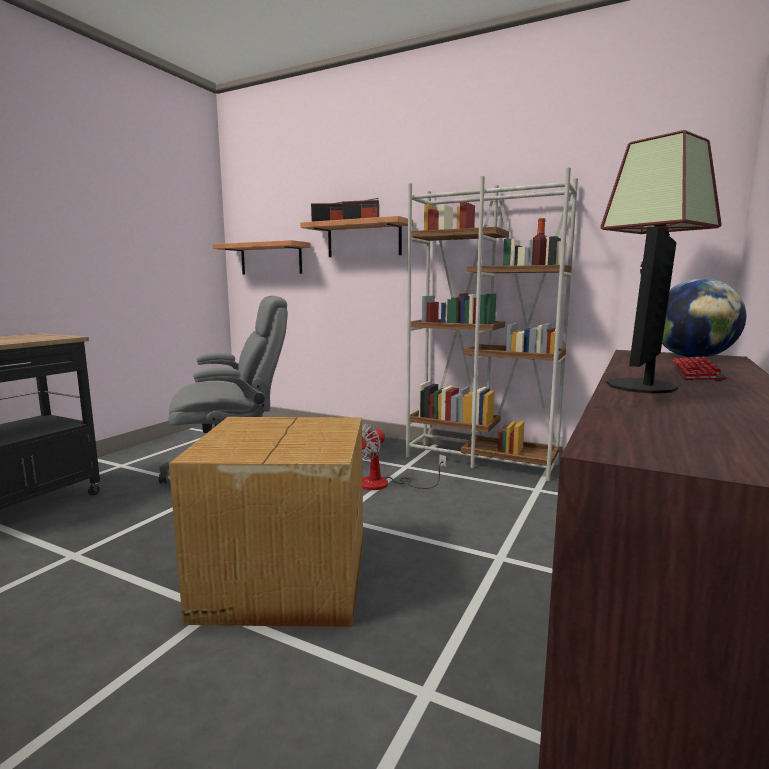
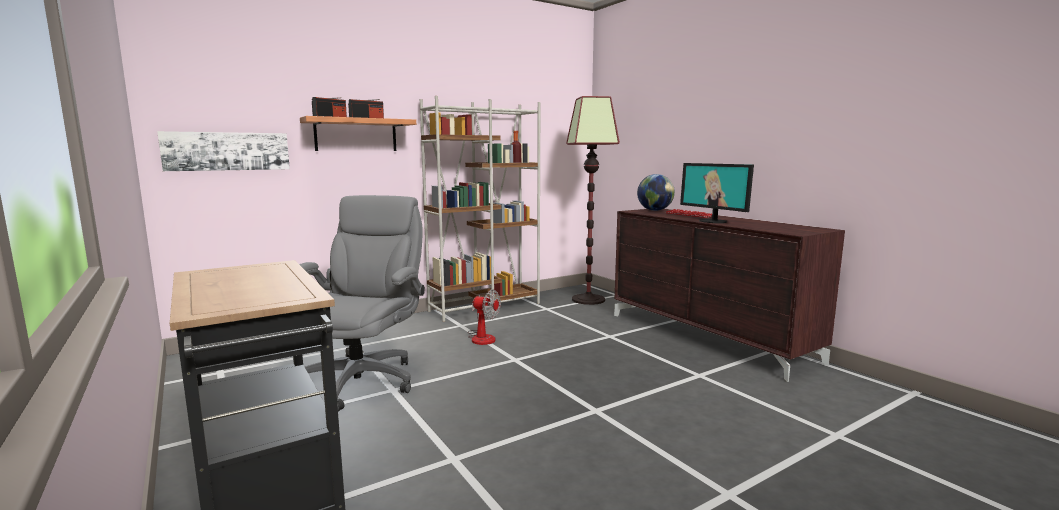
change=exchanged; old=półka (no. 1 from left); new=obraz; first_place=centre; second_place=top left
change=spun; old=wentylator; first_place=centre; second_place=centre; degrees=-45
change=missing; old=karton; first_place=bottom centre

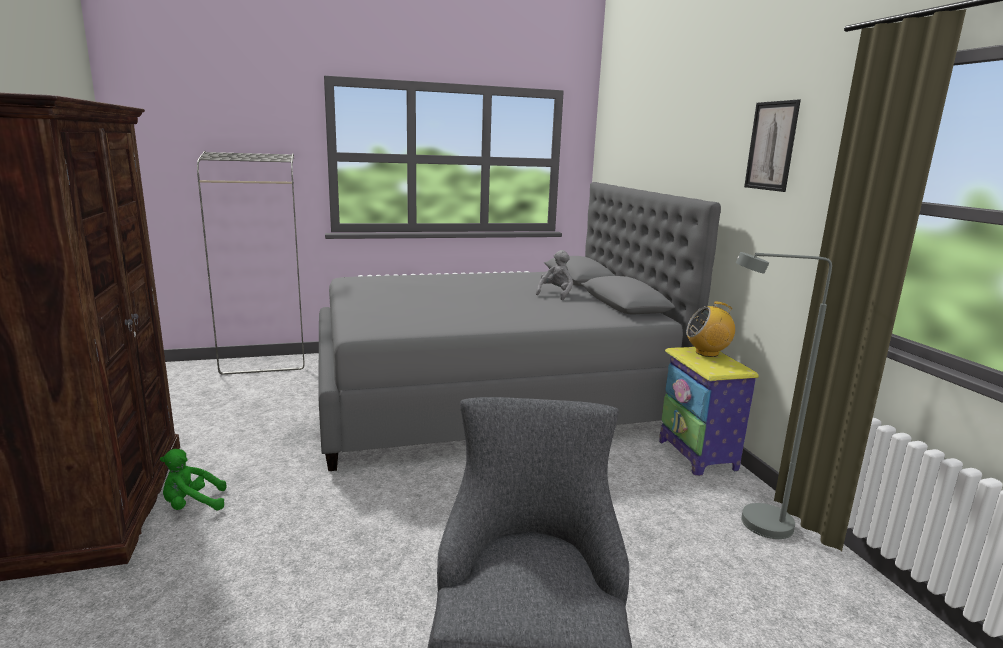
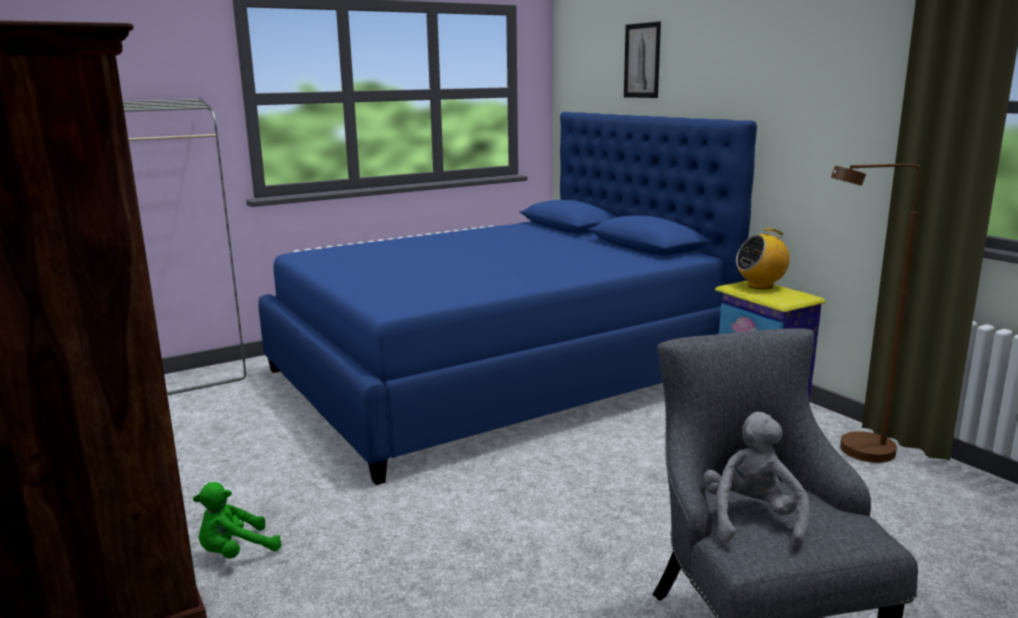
change=colour; old=łóżko [szary]; new=łóżko [niebieski]; first_place=centre; second_place=centre
change=relocated; old=obraz; first_place=top right; second_place=top centre
change=relocated; old=pluszak [szary]; first_place=centre; second_place=bottom right
change=colour; old=lampa stojąca [szary]; new=lampa stojąca [brązowy]; first_place=middle right; second_place=middle right

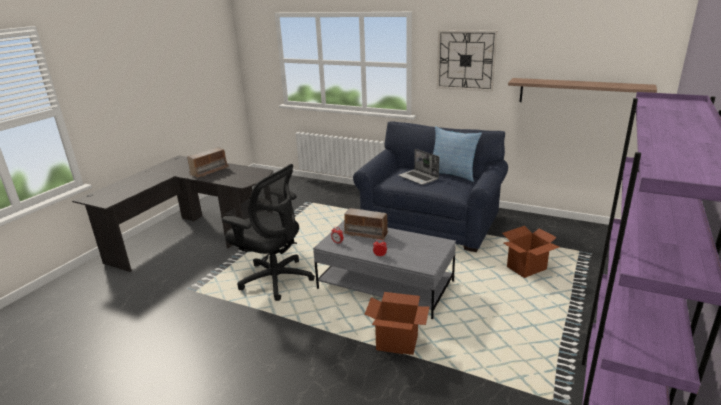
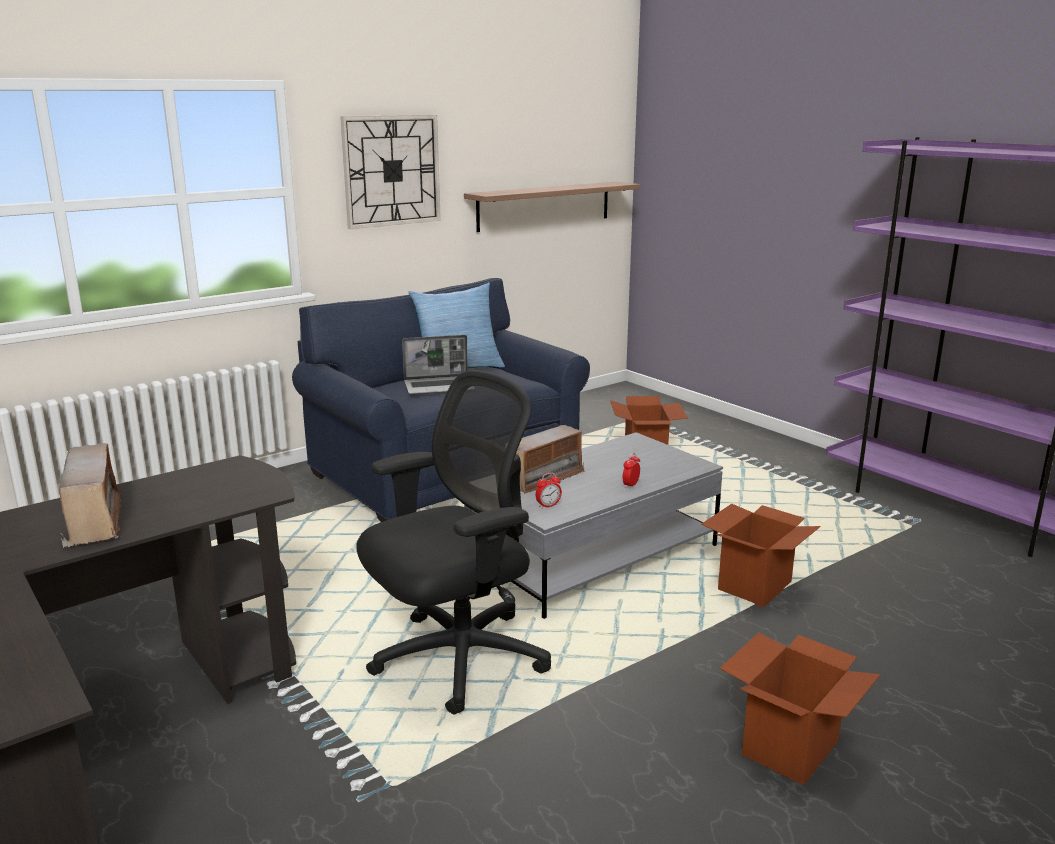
change=appeared; new=karton (no. 3 from left); second_place=bottom right

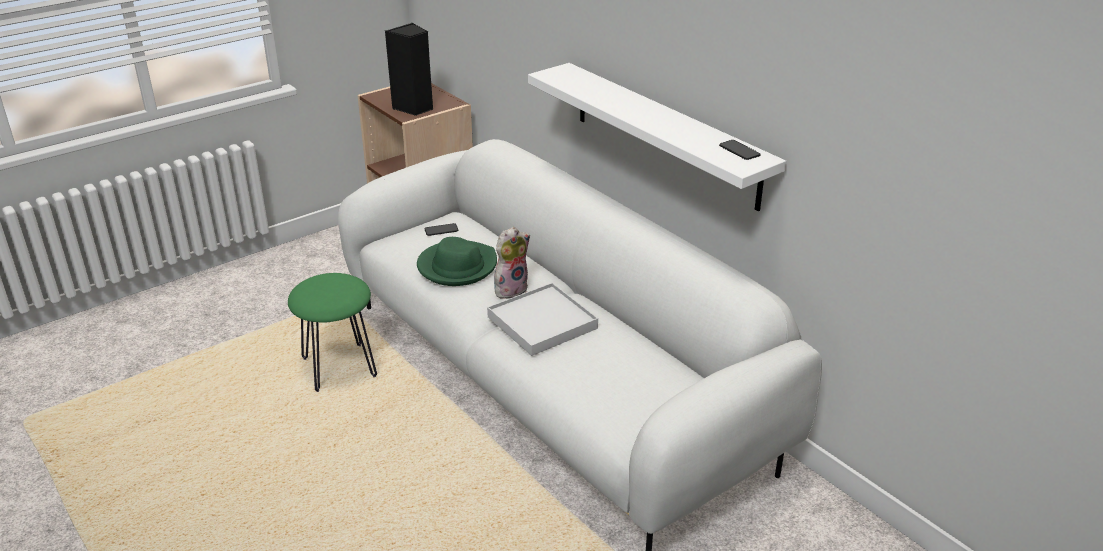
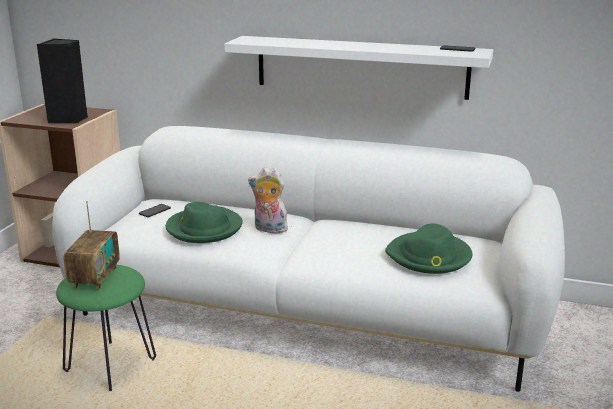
change=appeared; new=radio; second_place=middle left
change=spun; old=pluszak; first_place=centre; second_place=centre; degrees=-90
change=appeared; new=kapelusz [zielony] (no. 2 from left); second_place=middle right
change=missing; old=taca [biały]; first_place=centre

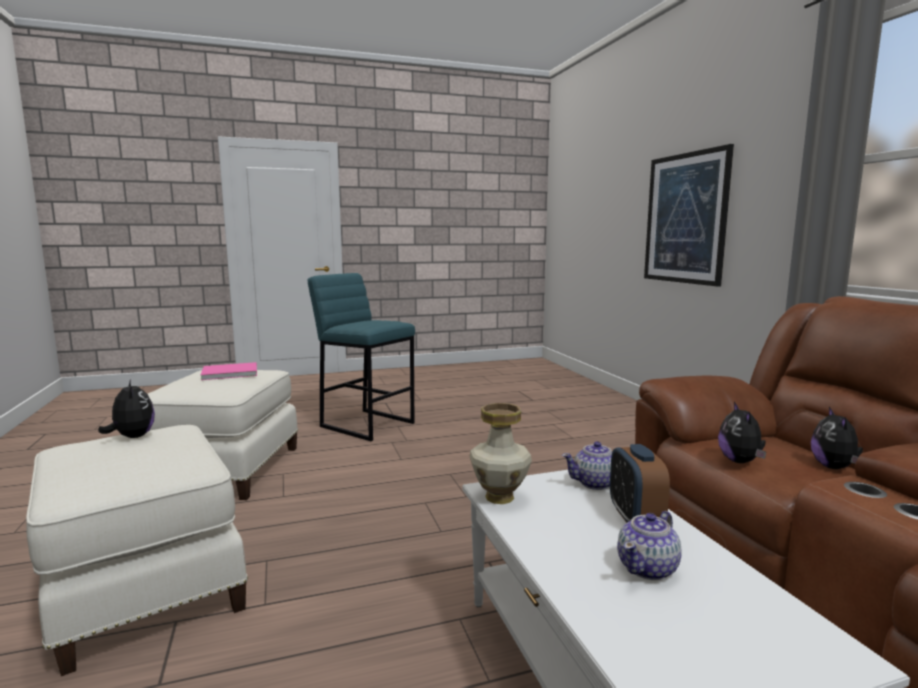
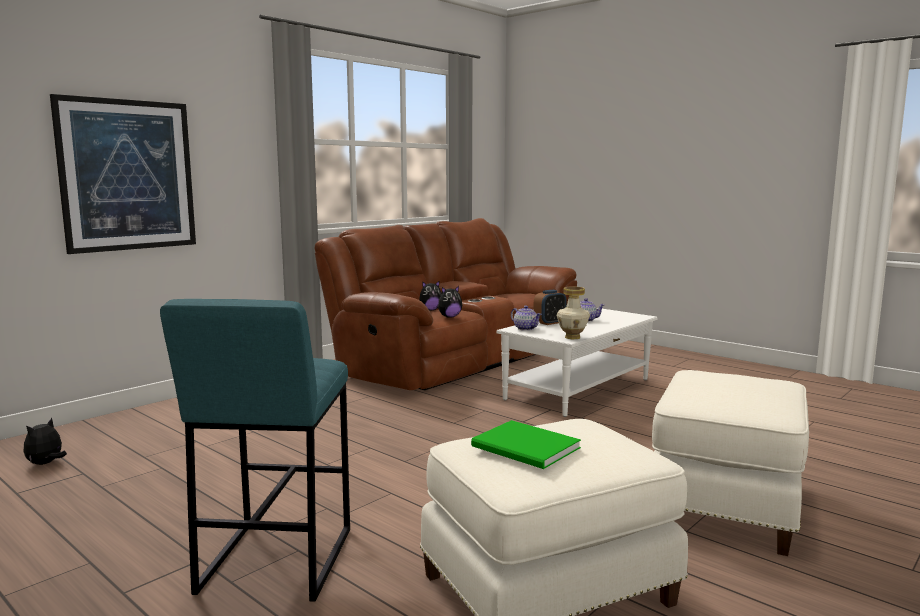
change=relocated; old=pluszak (no. 1 from left); first_place=middle left; second_place=bottom left
change=colour; old=książka [różowy]; new=książka [zielony]; first_place=middle left; second_place=bottom centre

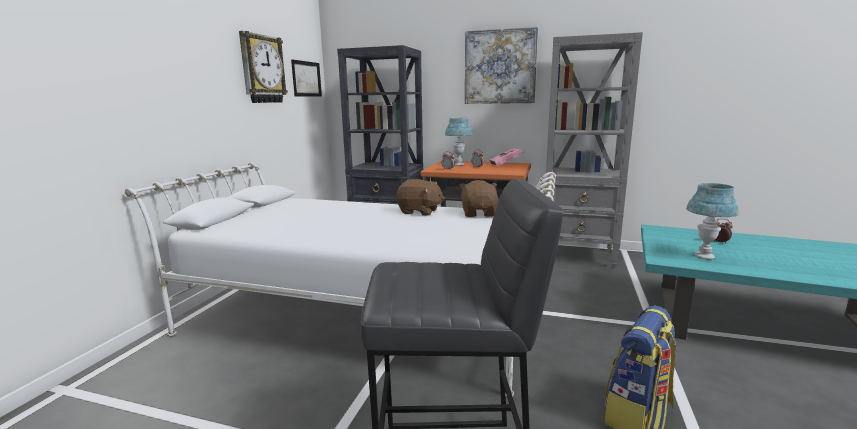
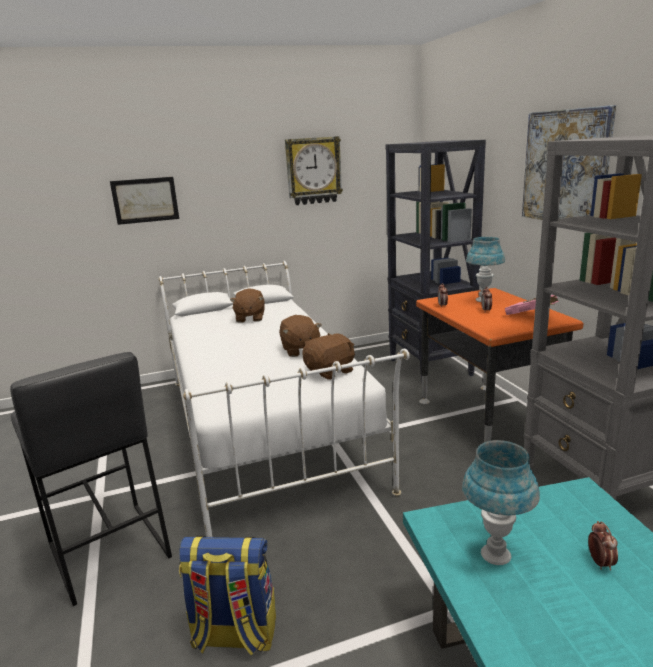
change=relocated; old=obraz (no. 1 from left); first_place=top centre; second_place=top left
change=appeared; new=pluszak [brązowy] (no. 1 from left); second_place=centre

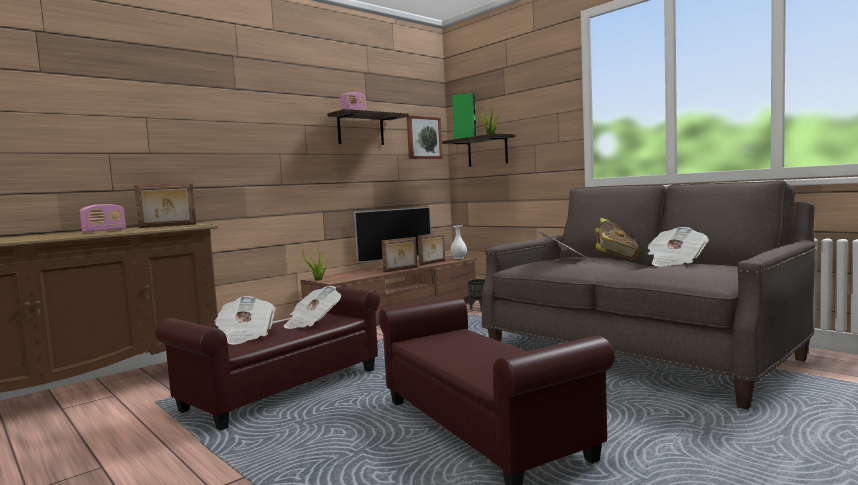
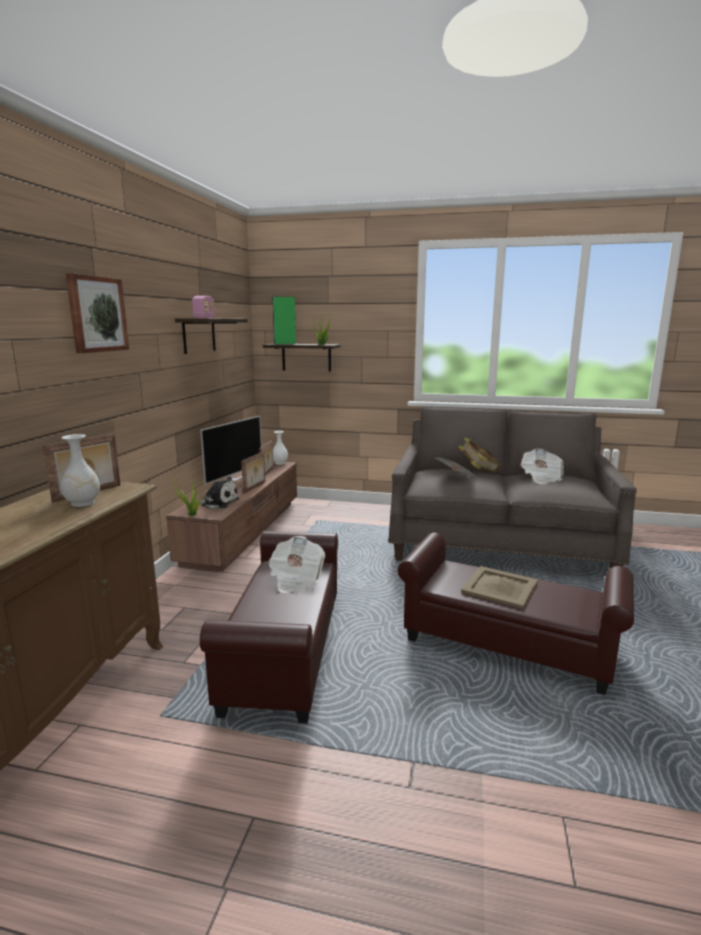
change=appeared; new=wazon [biały] (no. 1 from left); second_place=middle left
change=relocated; old=obraz; first_place=top centre; second_place=middle left
change=appeared; new=pluszak; second_place=middle left
change=appeared; new=taca [beżowy]; second_place=middle right
change=missing; old=radio (no. 1 from left); first_place=middle left
change=missing; old=gazeta (no. 1 from left); first_place=middle left
change=missing; old=donica [czarny]; first_place=centre

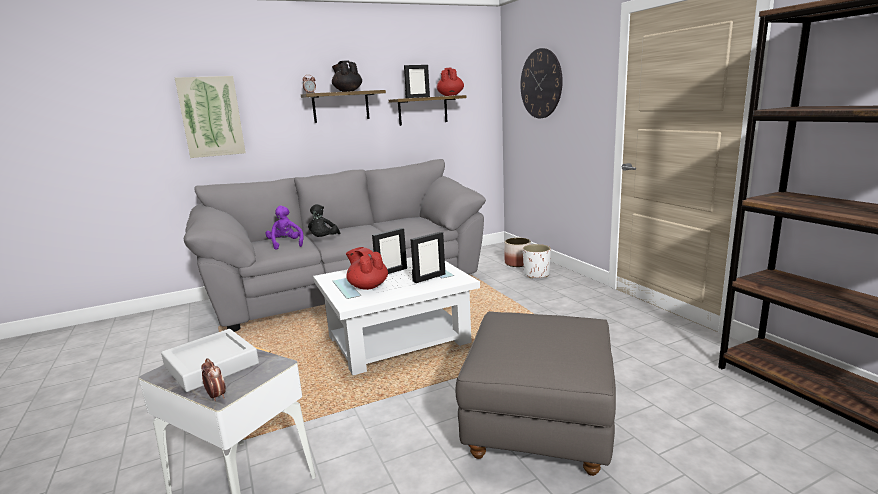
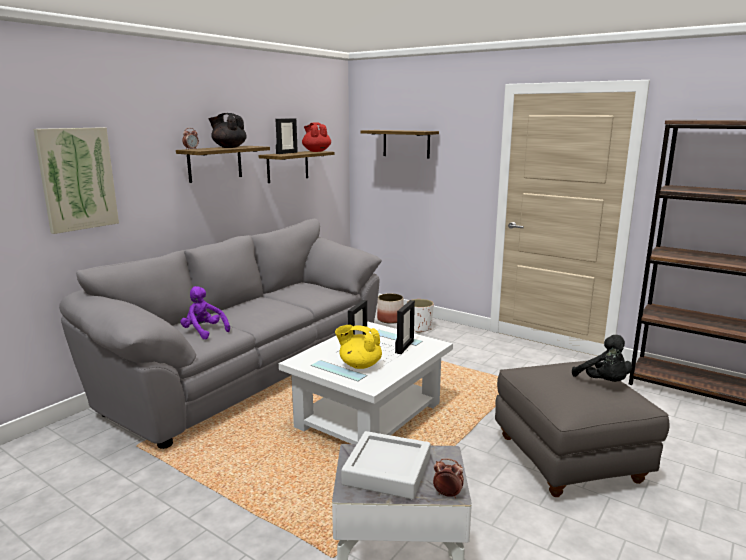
change=colour; old=imbryk [czerwony] (no. 1 from left); new=imbryk [żółty]; first_place=centre; second_place=centre
change=exchanged; old=zegar ścienny; new=półka (no. 3 from left); first_place=top centre; second_place=top centre
change=relocated; old=pluszak [czarny]; first_place=centre; second_place=middle right

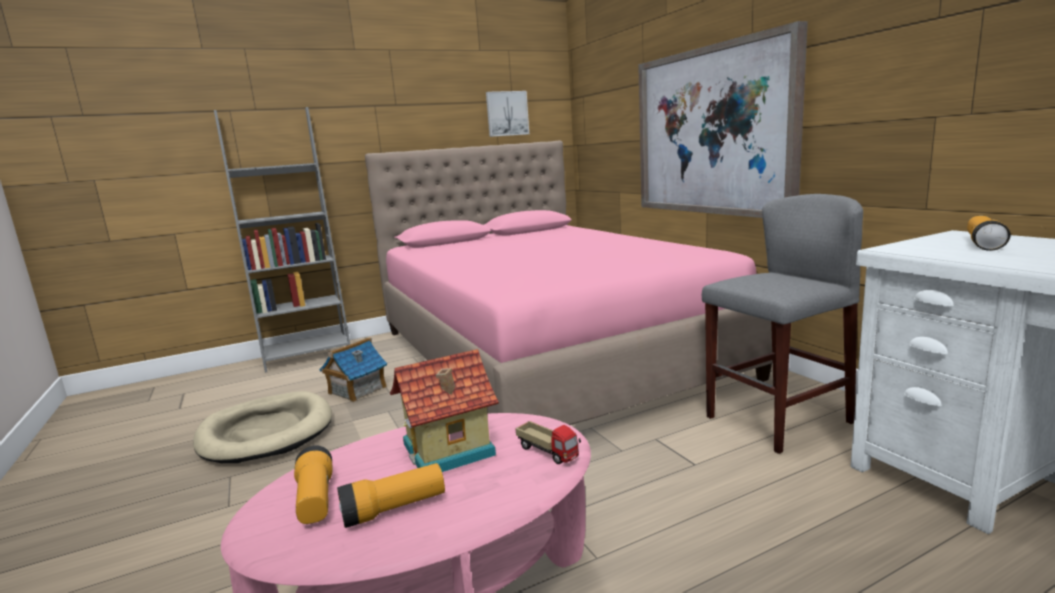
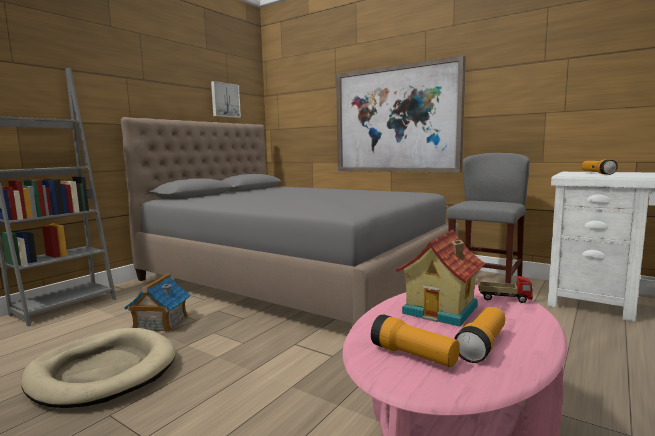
change=colour; old=łóżko [różowy]; new=łóżko [szary]; first_place=centre; second_place=centre

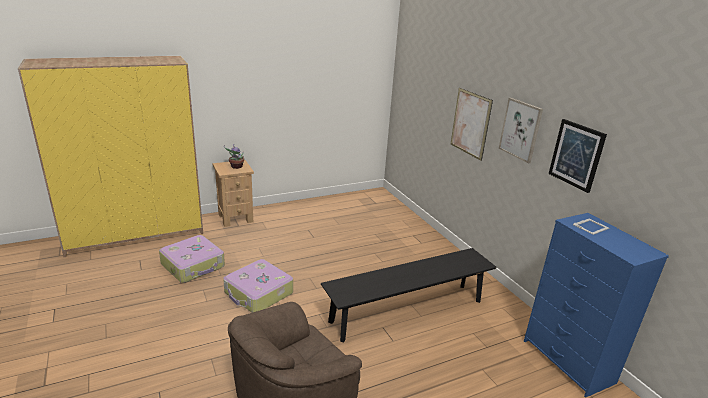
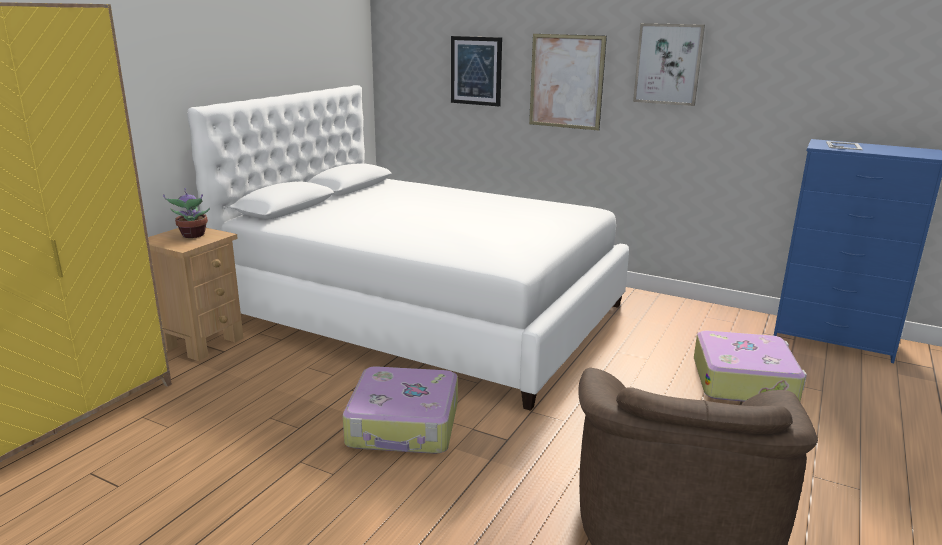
change=appeared; new=łóżko [biały]; second_place=centre
change=relocated; old=obraz (no. 3 from left in the first image); new=obraz (no. 1 from left); first_place=middle right; second_place=top centre
change=relocated; old=walizka (no. 1 from left in the first image); new=walizka (no. 2 from left); first_place=middle left; second_place=bottom right
change=missing; old=ławka [czarny]; first_place=bottom centre

